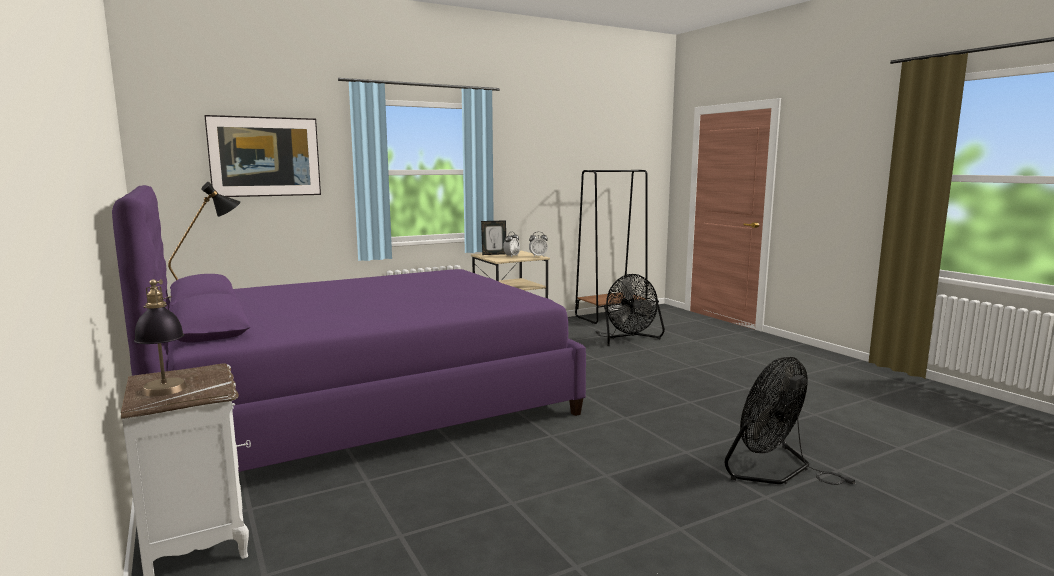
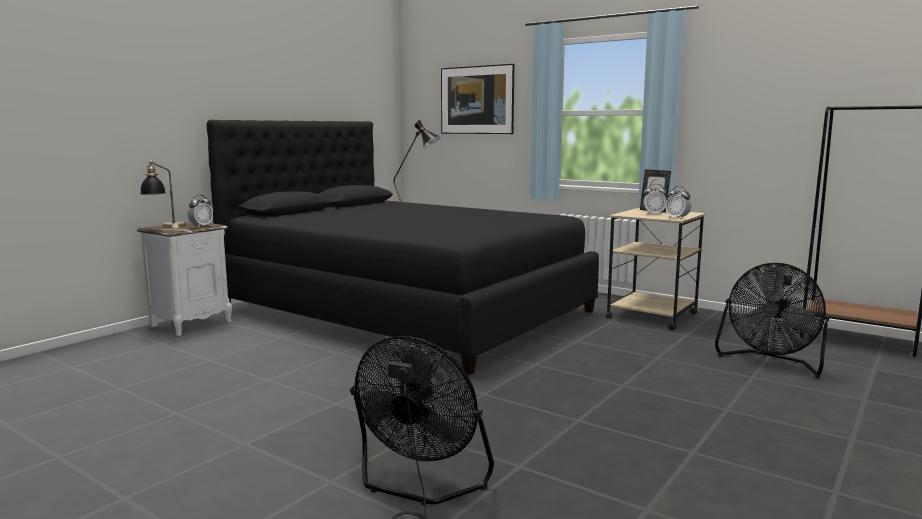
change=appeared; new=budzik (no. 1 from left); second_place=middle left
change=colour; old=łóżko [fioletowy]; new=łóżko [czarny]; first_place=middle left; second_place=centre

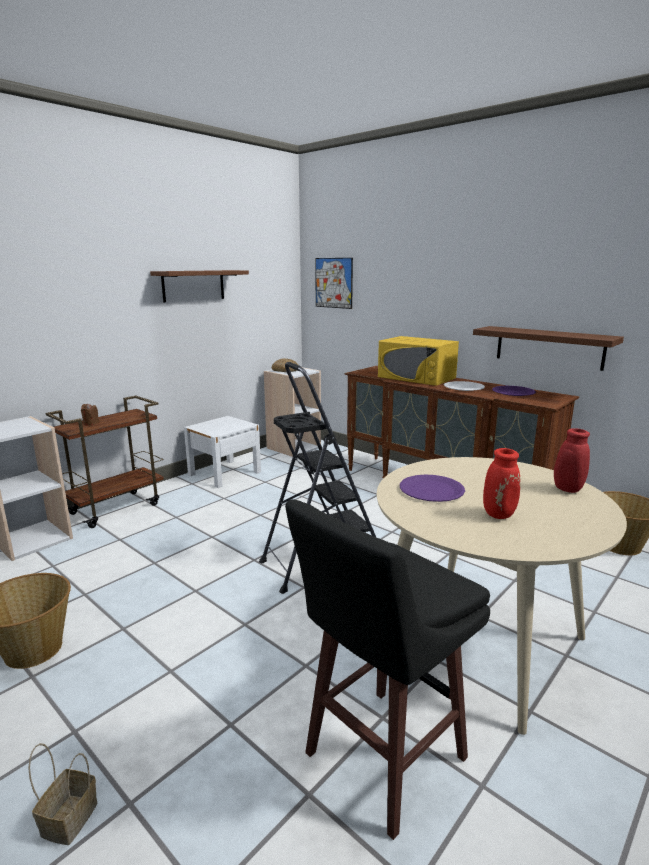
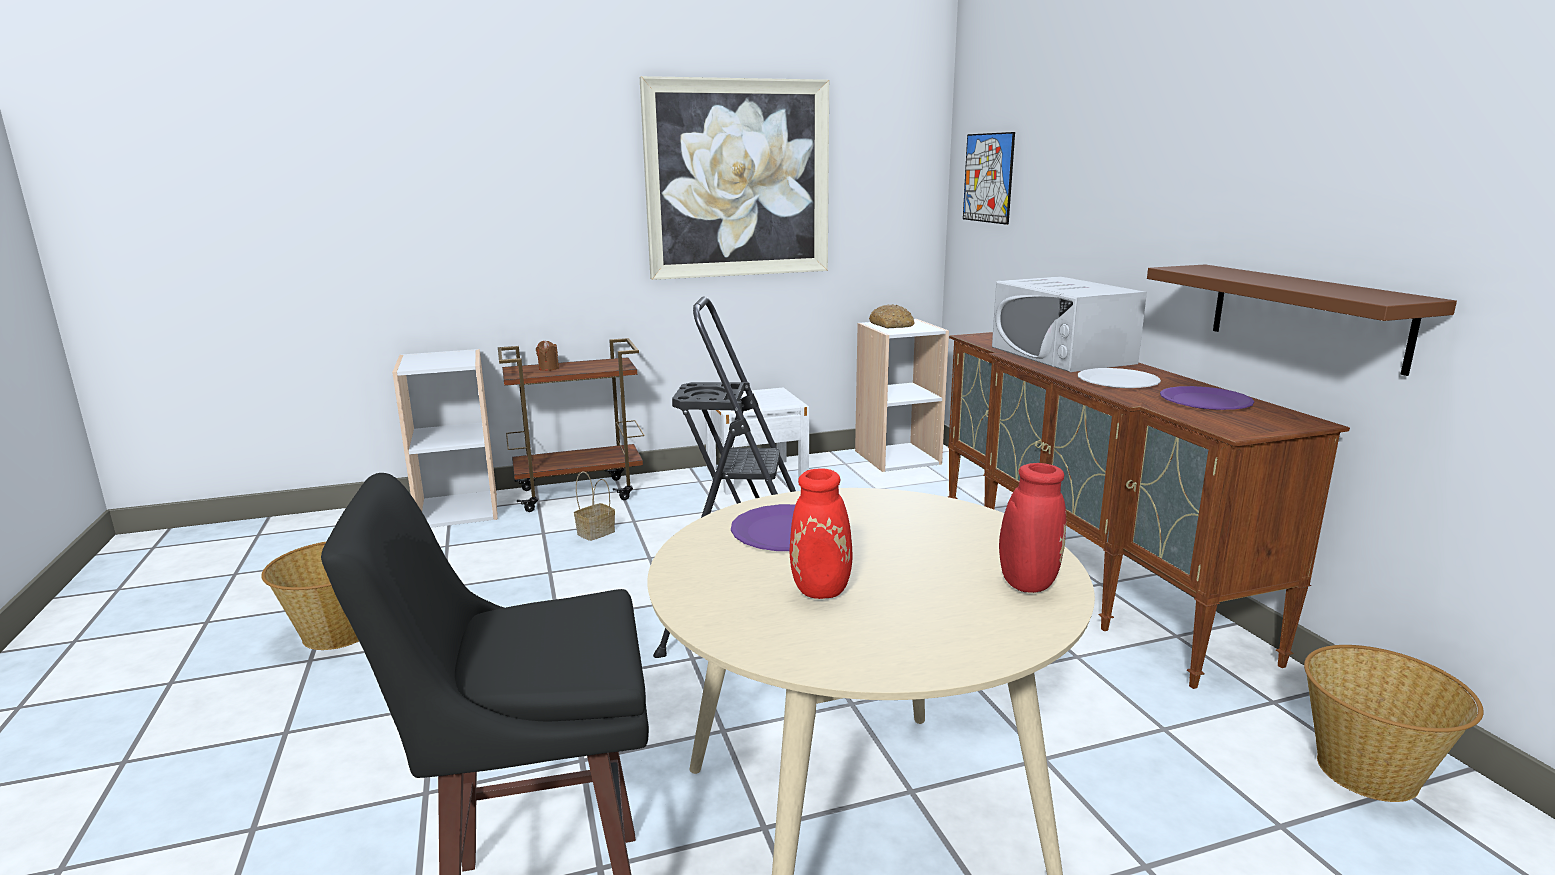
change=relocated; old=koszyk (no. 2 from left); first_place=bottom left; second_place=centre
change=exchanged; old=półka [brązowy] (no. 1 from left); new=obraz (no. 1 from left); first_place=top left; second_place=top centre
change=colour; old=mikrofalówka [żółty]; new=mikrofalówka [biały]; first_place=centre; second_place=middle right

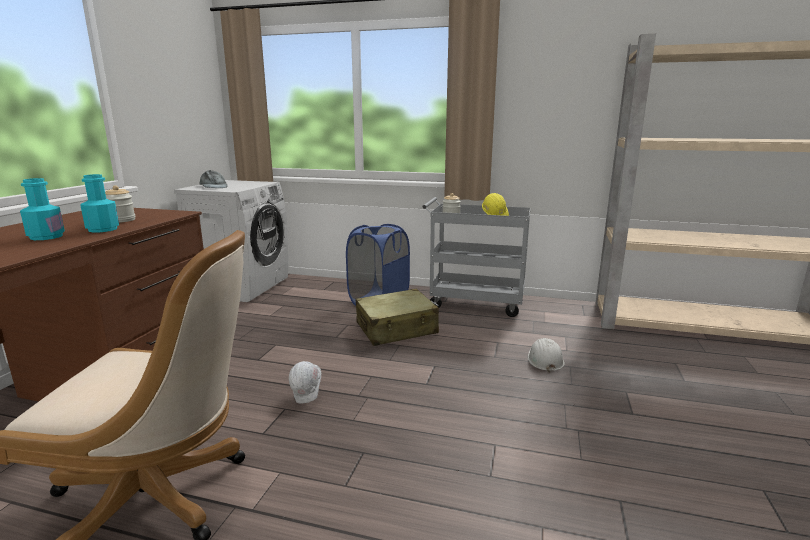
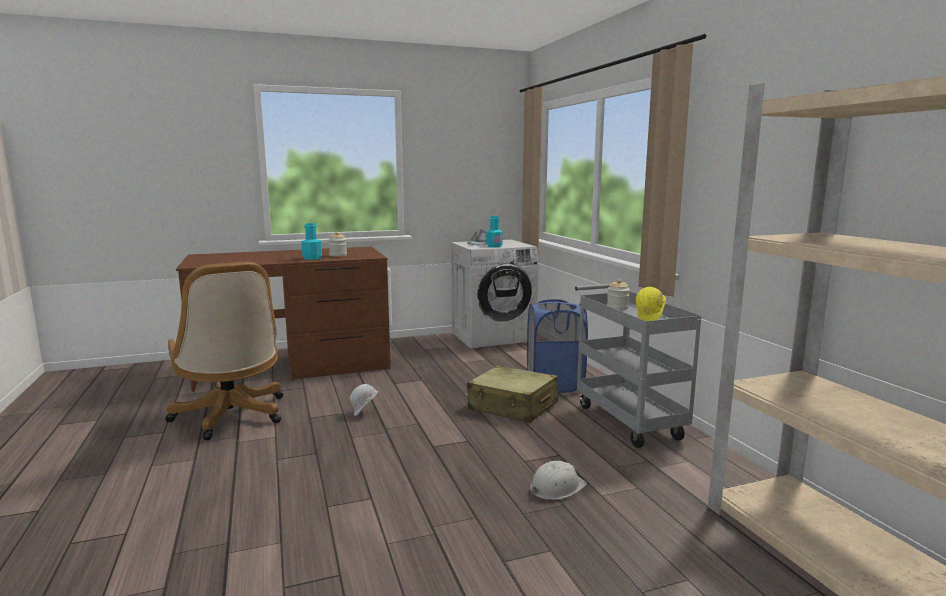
change=relocated; old=butelka [turkusowy] (no. 1 from left in the first image); new=butelka [turkusowy] (no. 2 from left); first_place=middle left; second_place=centre

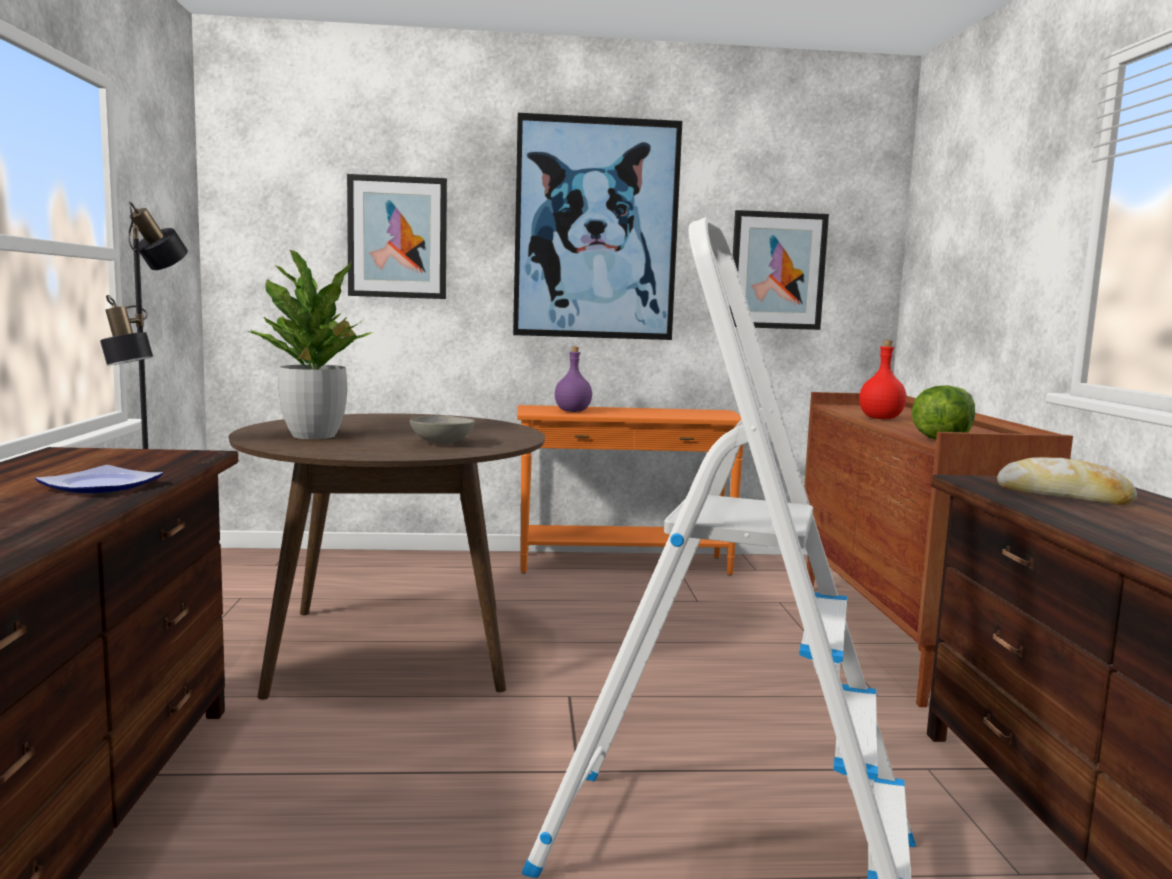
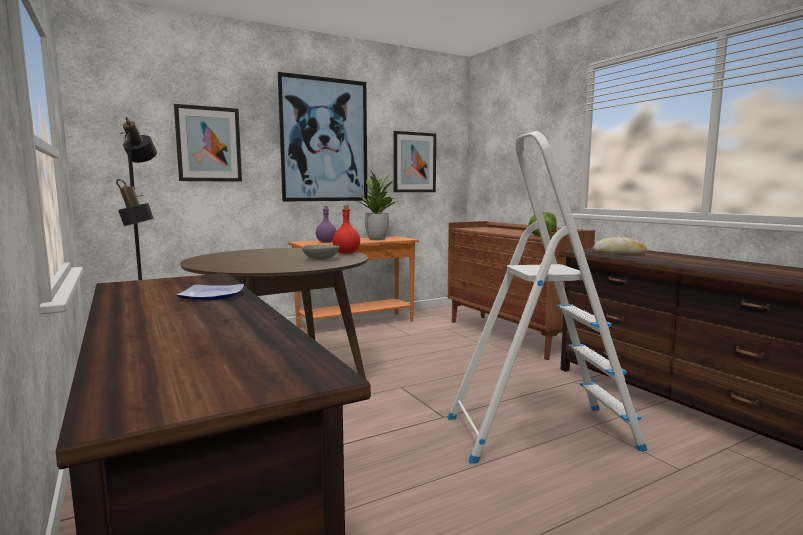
change=relocated; old=butelka [czerwony]; first_place=middle right; second_place=centre
change=relocated; old=roślina doniczkowa; first_place=middle left; second_place=centre

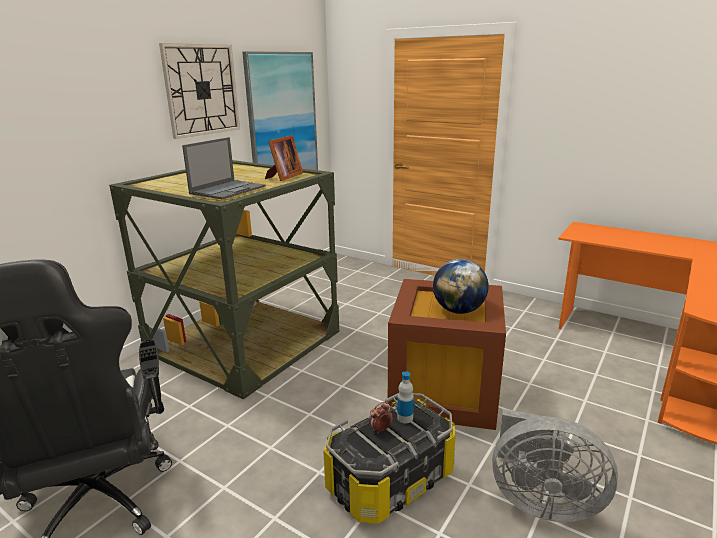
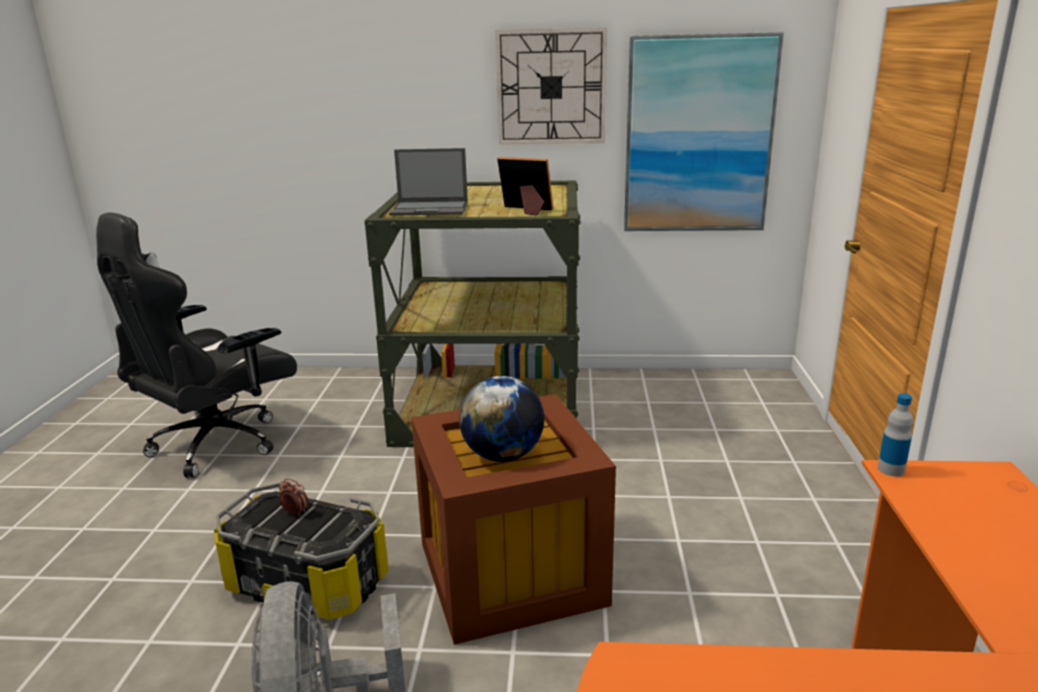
change=spun; old=ramka na zdjęcie; first_place=top centre; second_place=top centre; degrees=-150
change=relocated; old=butelka; first_place=bottom centre; second_place=middle right

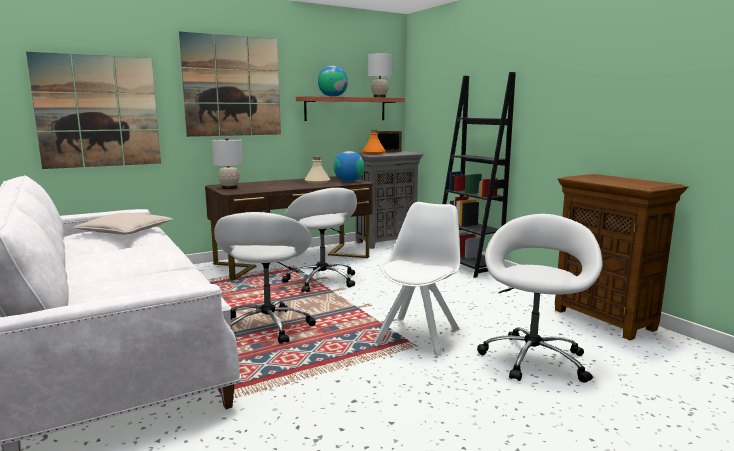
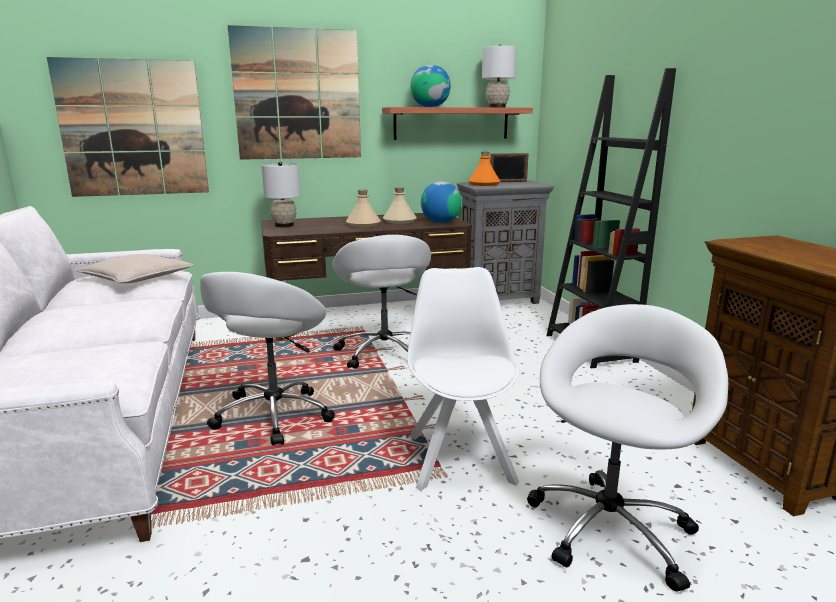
change=appeared; new=butelka [beżowy] (no. 1 from left); second_place=centre
change=spun; old=krzesło [biały]; first_place=centre; second_place=centre; degrees=-45

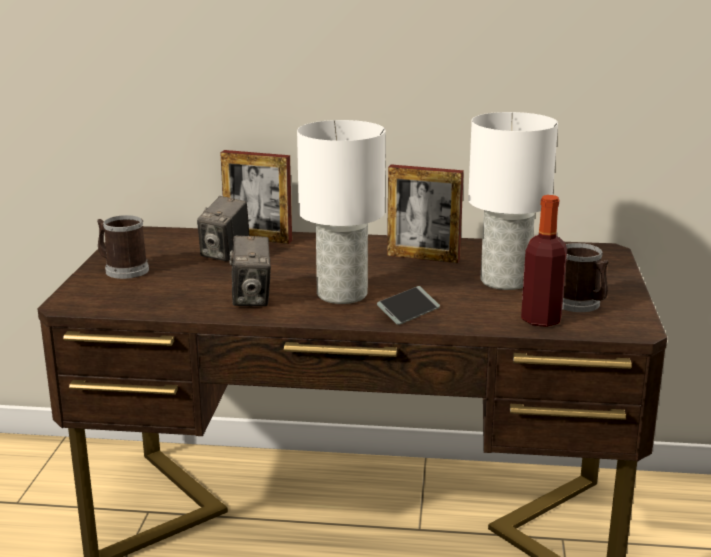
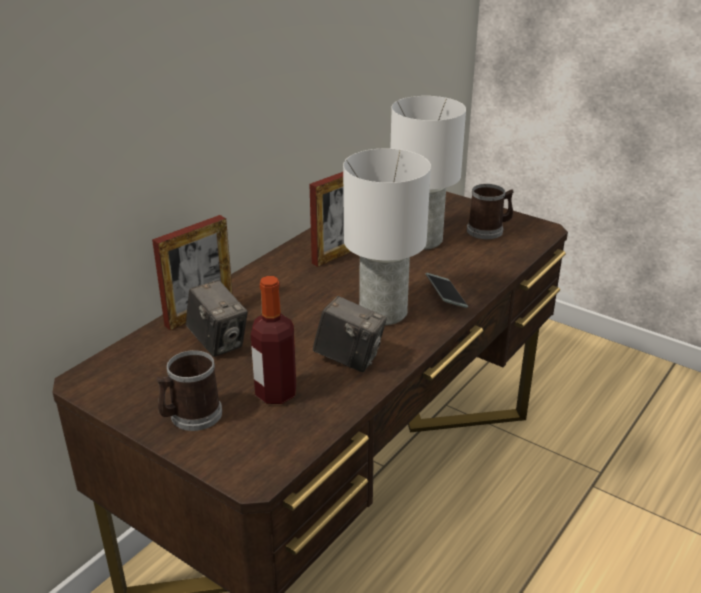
change=relocated; old=butelka; first_place=middle right; second_place=centre

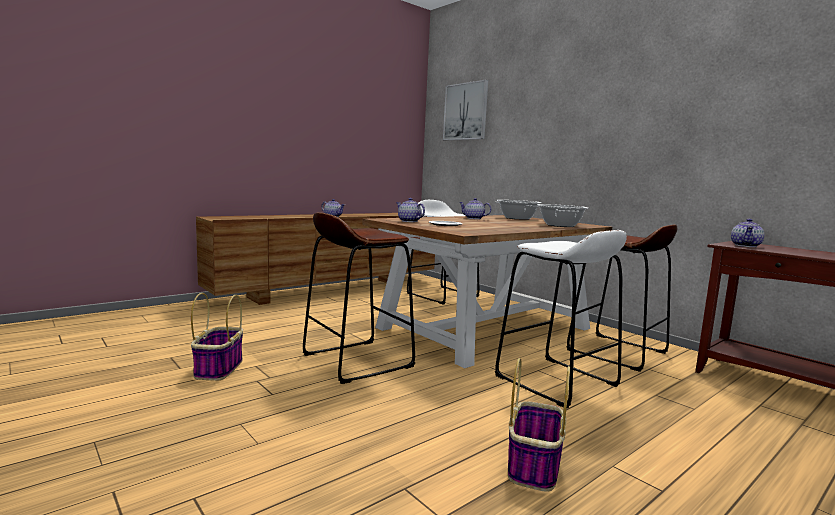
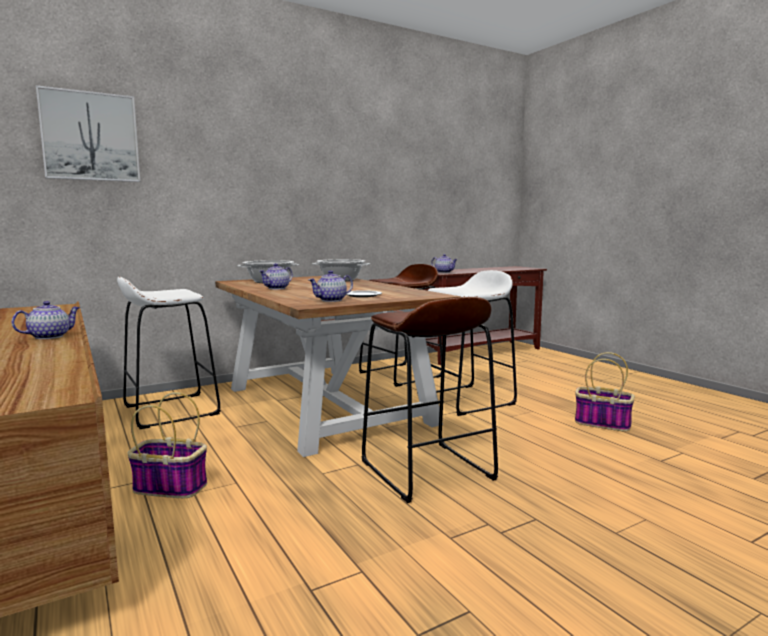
change=relocated; old=koszyk (no. 1 from left); first_place=middle left; second_place=bottom left

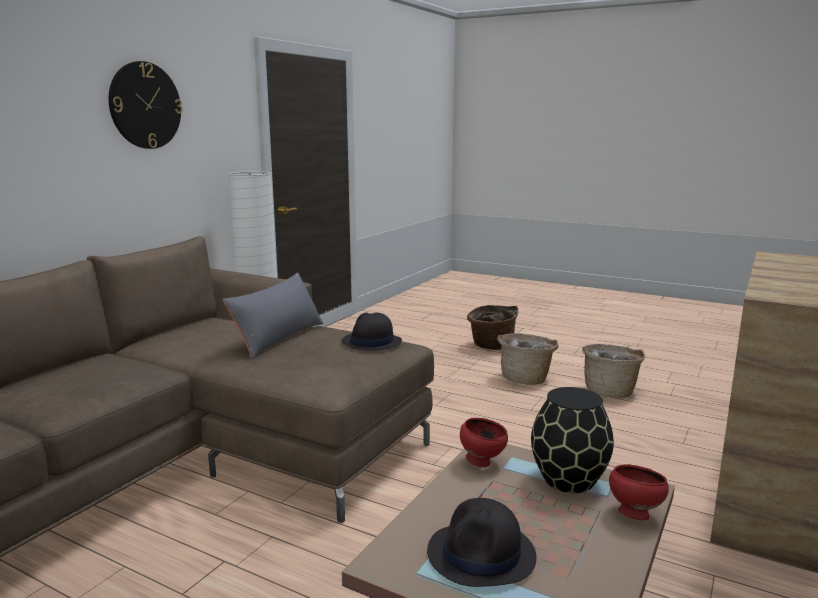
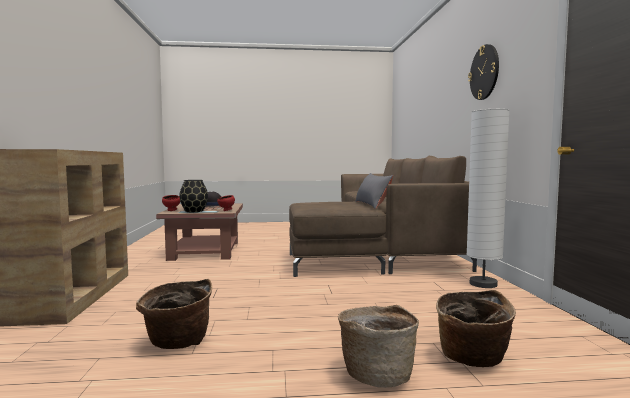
change=relocated; old=koszyk (no. 2 from left in the first image); new=koszyk (no. 3 from left); first_place=centre; second_place=bottom right
change=missing; old=kapelusz [czarny] (no. 1 from left); first_place=centre

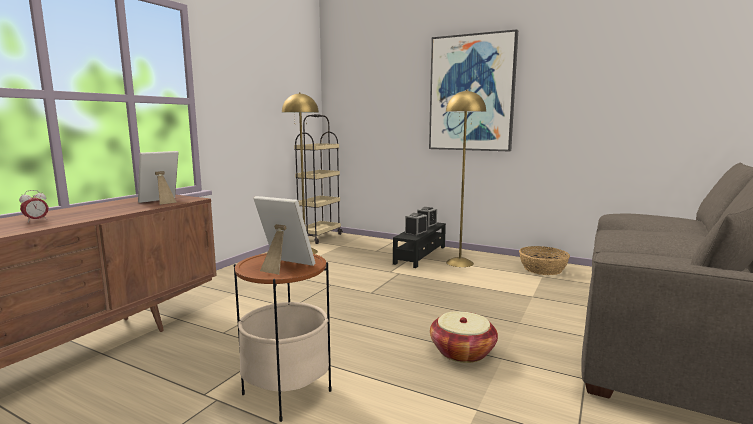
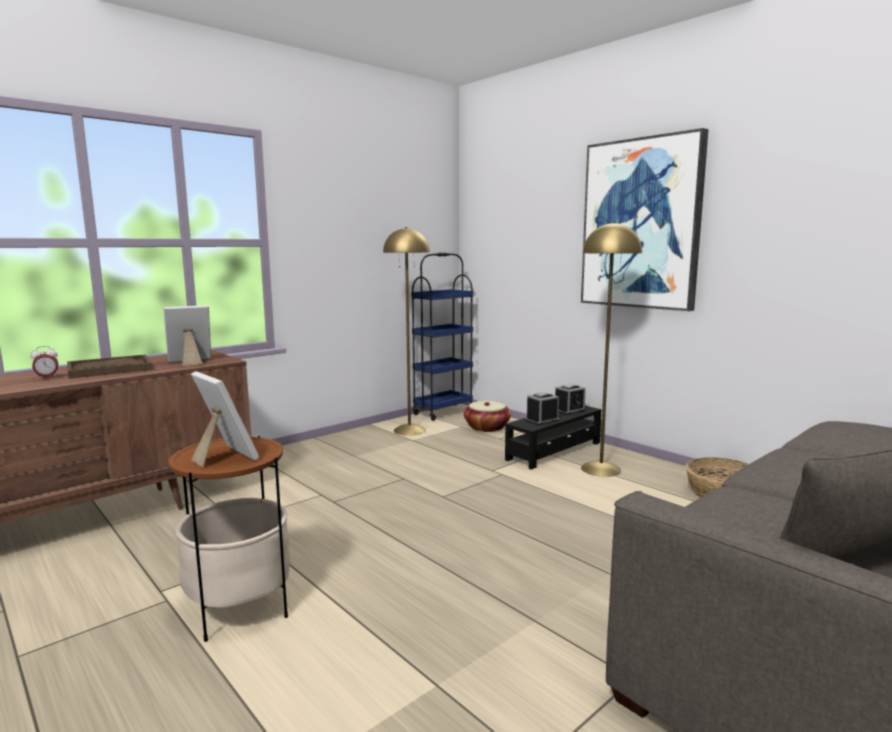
change=appeared; new=taca [brązowy]; second_place=middle left
change=colour; old=wózek [beżowy]; new=wózek [niebieski]; first_place=centre; second_place=centre
change=relocated; old=koszyk (no. 1 from left); first_place=bottom centre; second_place=centre

